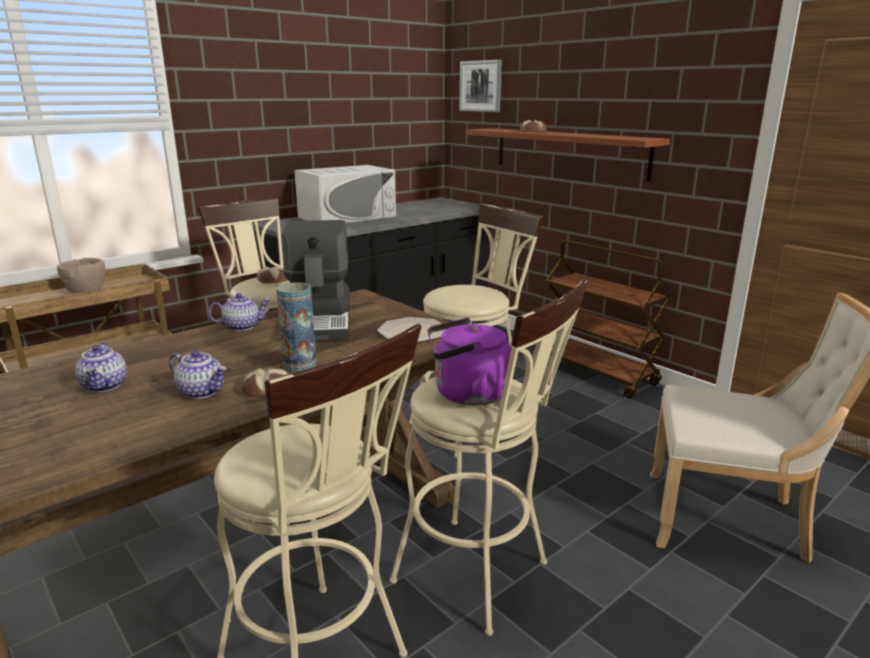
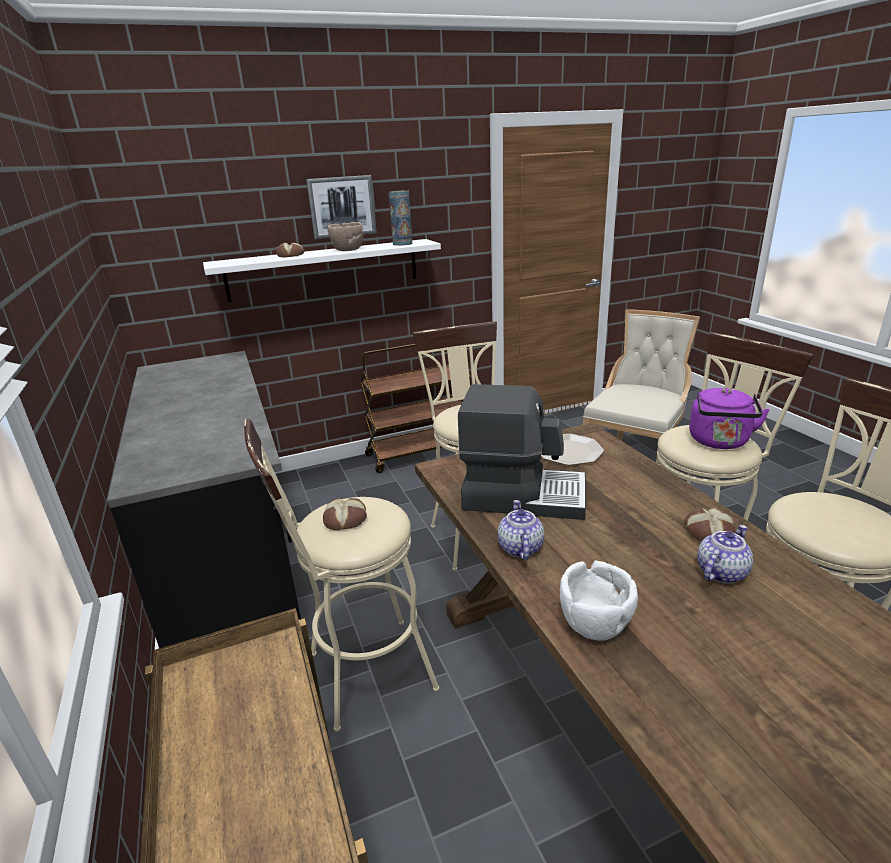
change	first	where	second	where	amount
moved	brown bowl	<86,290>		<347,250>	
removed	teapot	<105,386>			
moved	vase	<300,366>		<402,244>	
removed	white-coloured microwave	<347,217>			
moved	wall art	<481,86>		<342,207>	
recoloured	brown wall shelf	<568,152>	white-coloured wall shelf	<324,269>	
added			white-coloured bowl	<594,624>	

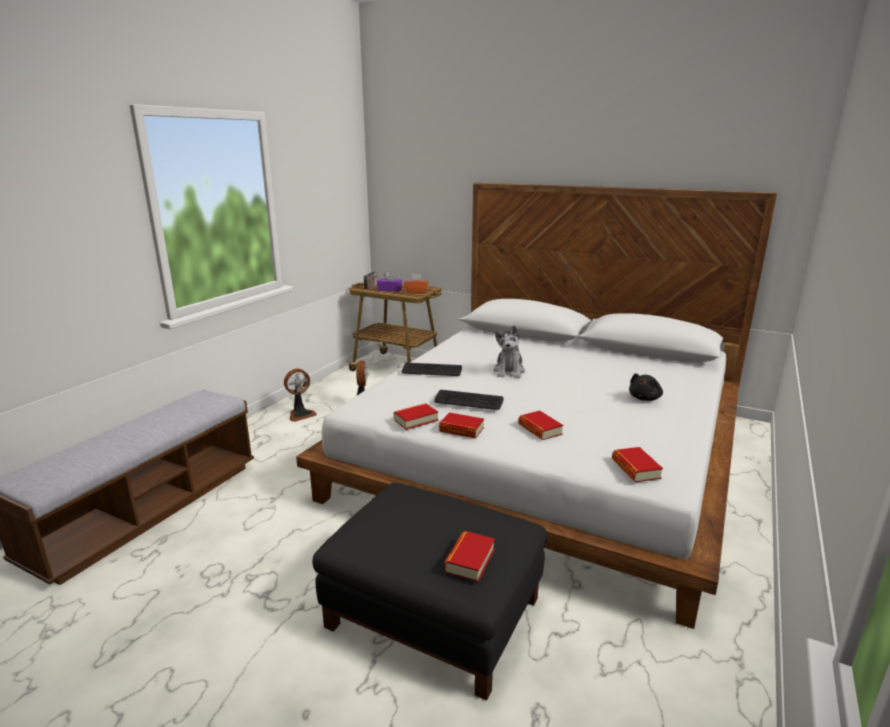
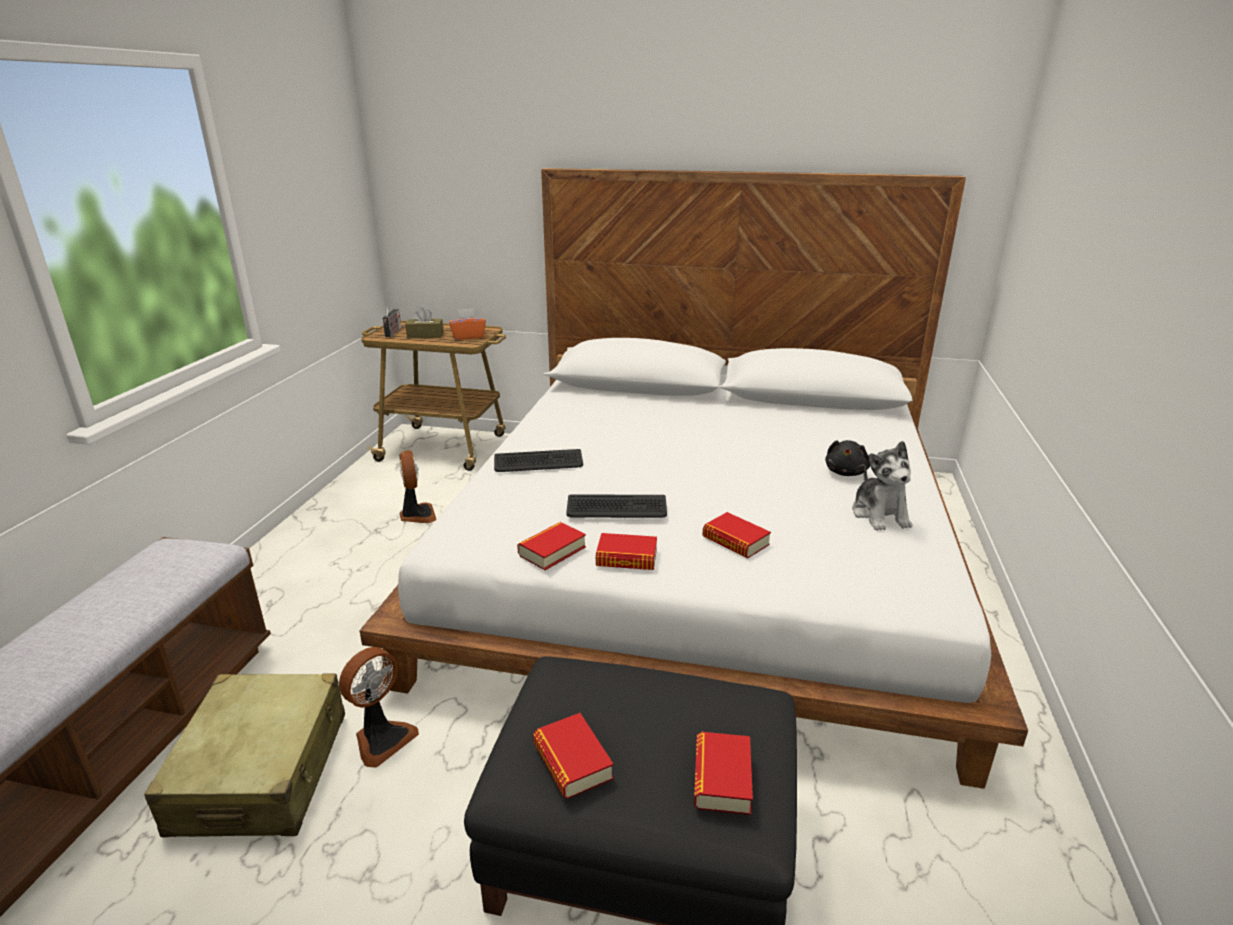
change	first	where	second	where	amount
moved	fan	<300,414>		<382,739>	
recoloured	purple box of tissues	<389,289>	brown box of tissues	<425,335>	
moved	soft toy	<509,371>		<880,514>	
moved	volume	<635,469>		<572,761>	
added			beige suitcase	<262,772>	

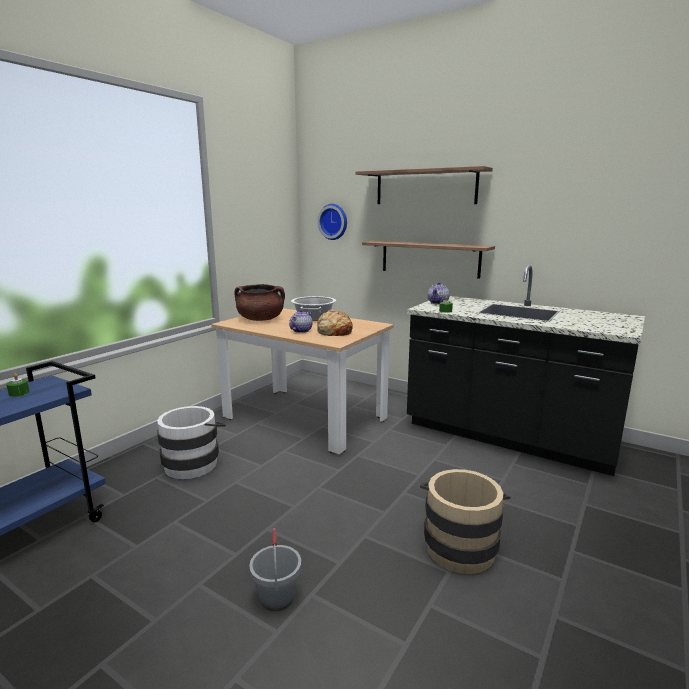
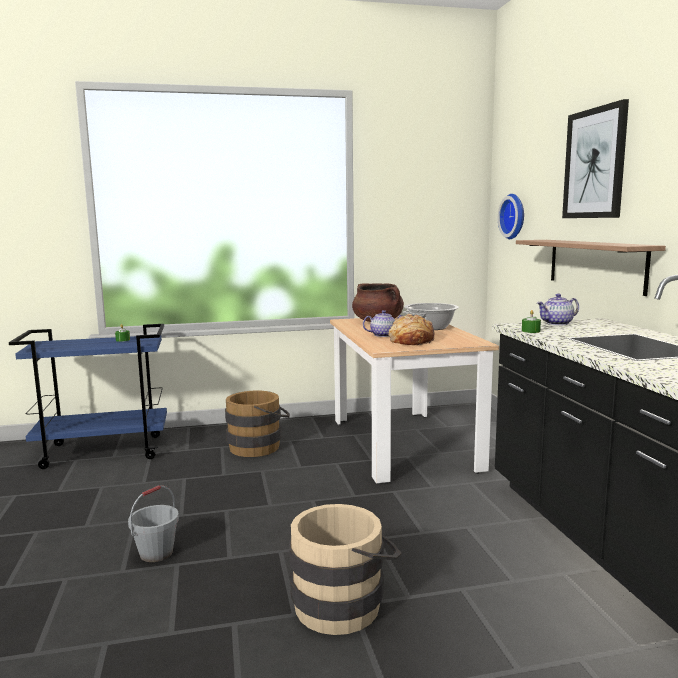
change	first	where	second	where	amount
recoloured	white-coloured bucket	<194,462>	brown bucket	<259,446>	
replaced	wall shelf	<425,187>	wall art	<595,163>	

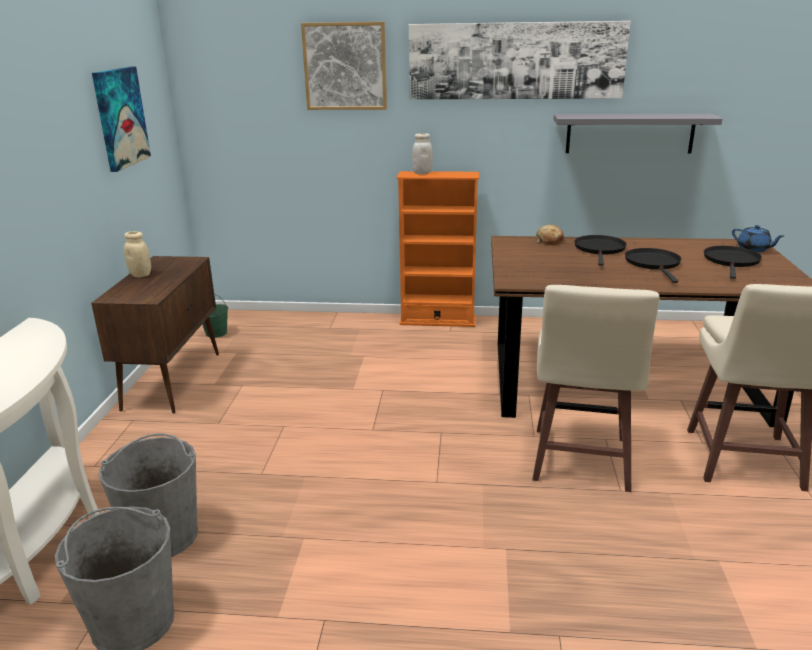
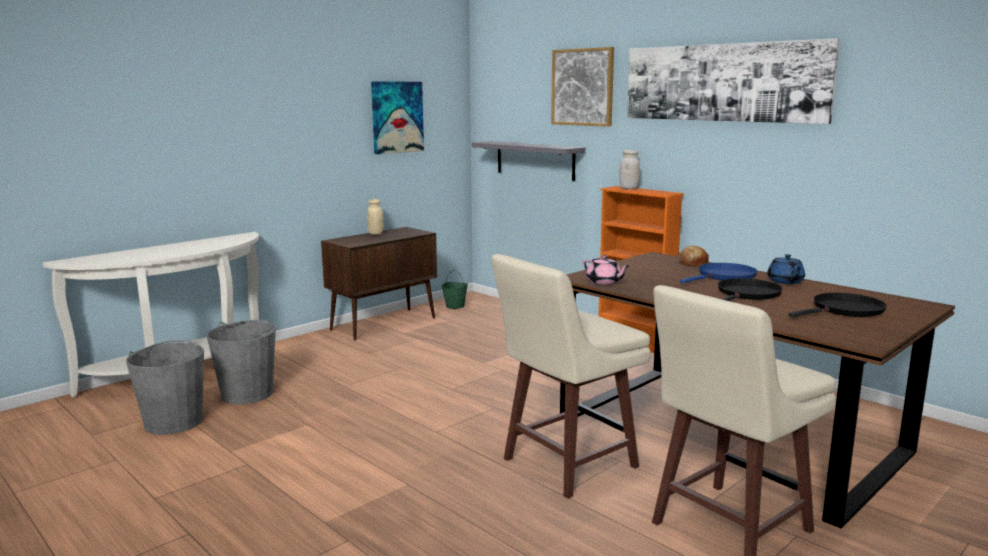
change	first	where	second	where	amount
moved	grey wall shelf	<629,133>		<535,160>	
recoloured	black frying pan	<600,249>	blue frying pan	<724,276>	
moved	blue teapot	<753,249>		<785,281>	
added			pink-coloured teapot	<604,282>	

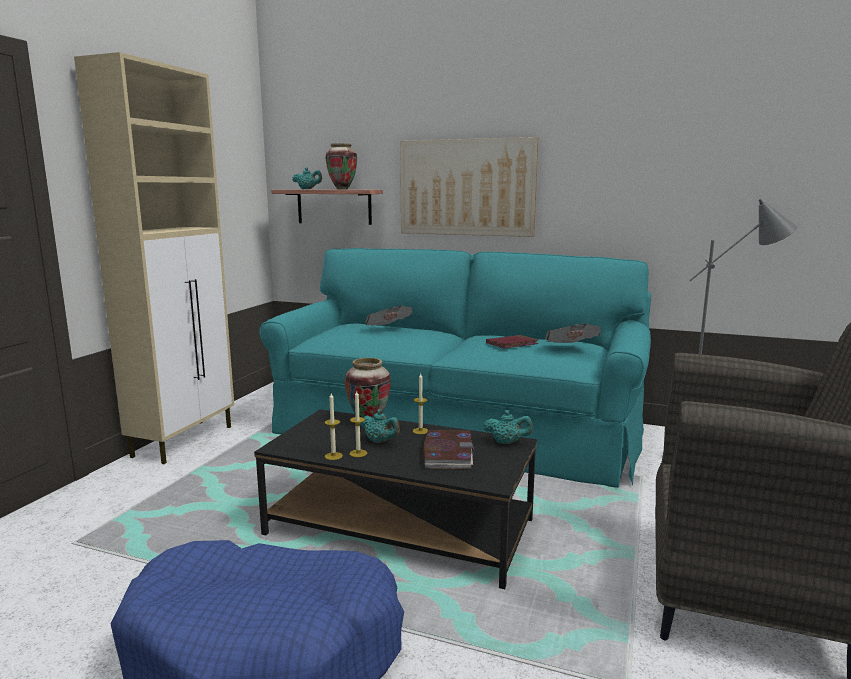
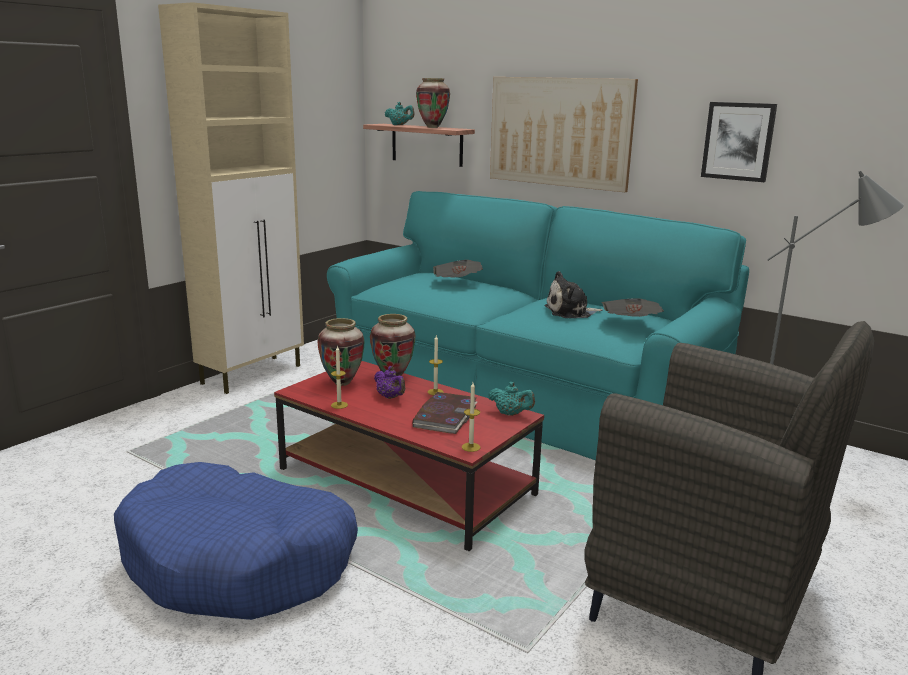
change	first	where	second	where	amount
recoloured	black lounge table	<400,527>	red lounge table	<406,481>	
moved	candle	<358,453>		<471,447>	
recoloured	turquoise-coloured teapot	<380,441>	purple teapot	<390,397>	
replaced	red volume	<512,344>	soft toy	<570,312>	
added			vase	<342,383>	
added			wall art	<738,141>	

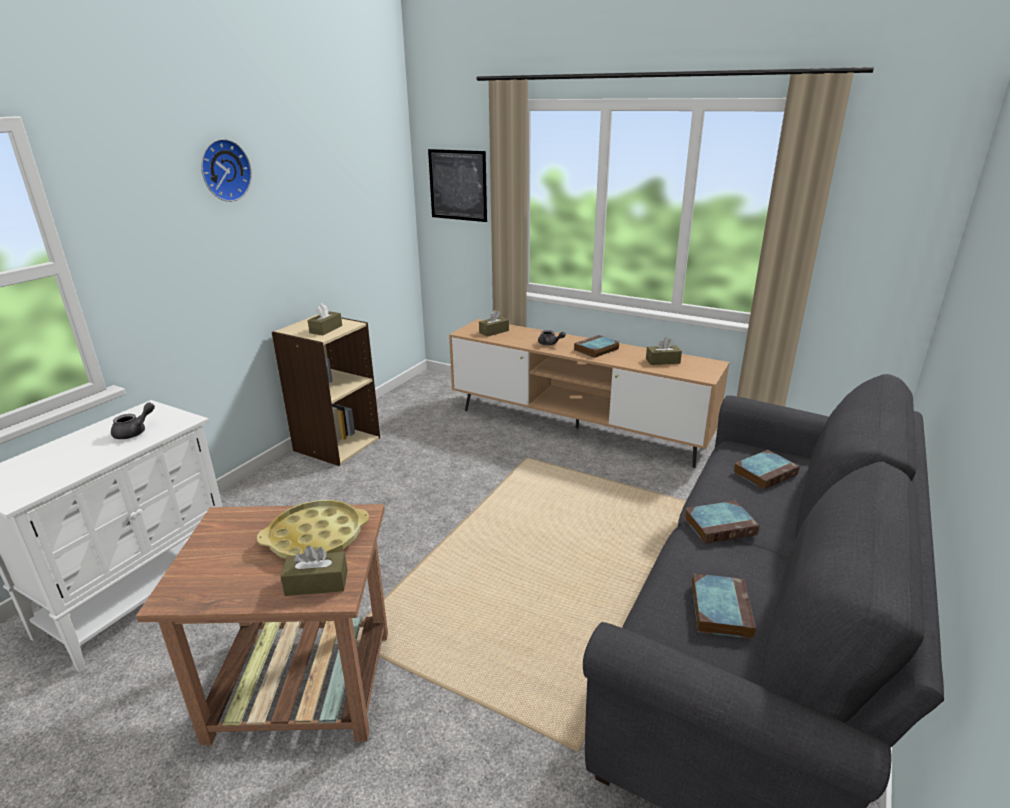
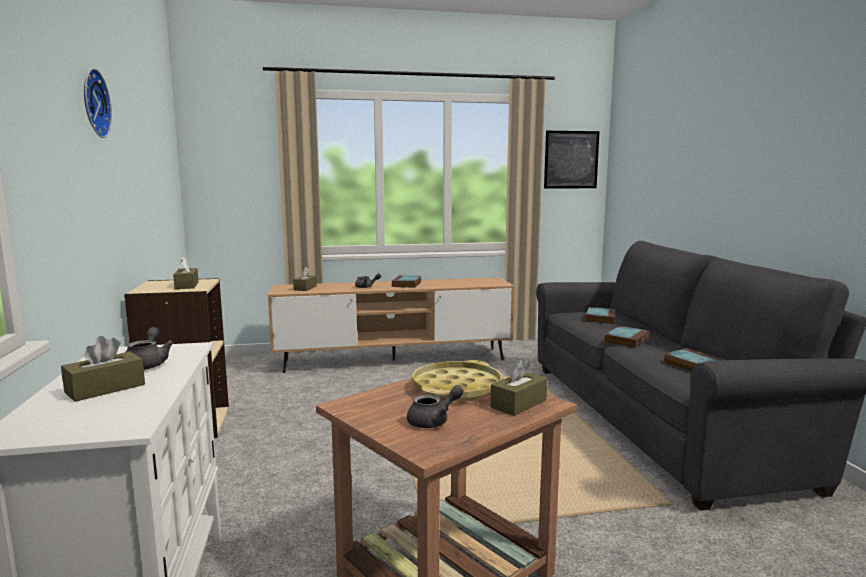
change	first	where	second	where	amount
moved	wall art	<458,185>		<571,159>	
moved	brown box of tissues	<662,361>		<105,388>	
added			grey teapot	<434,421>	

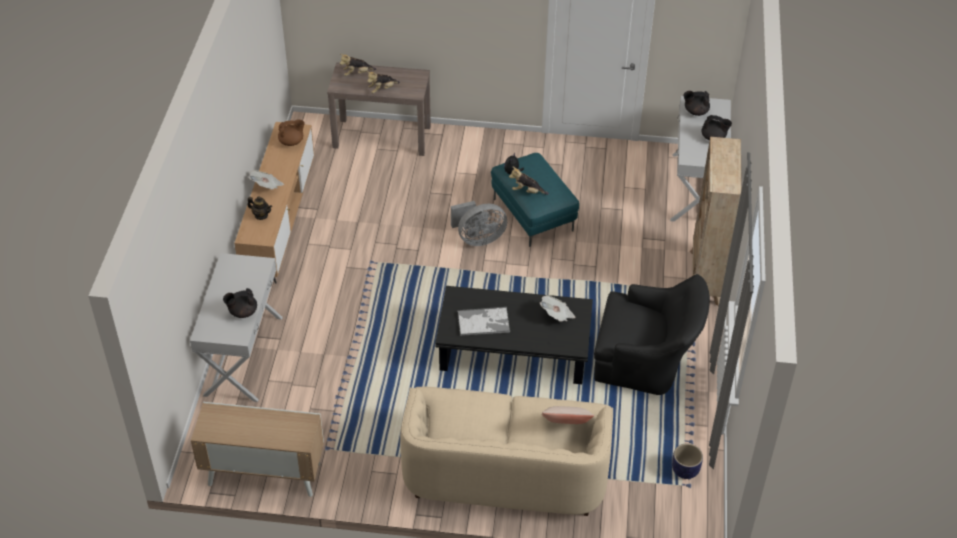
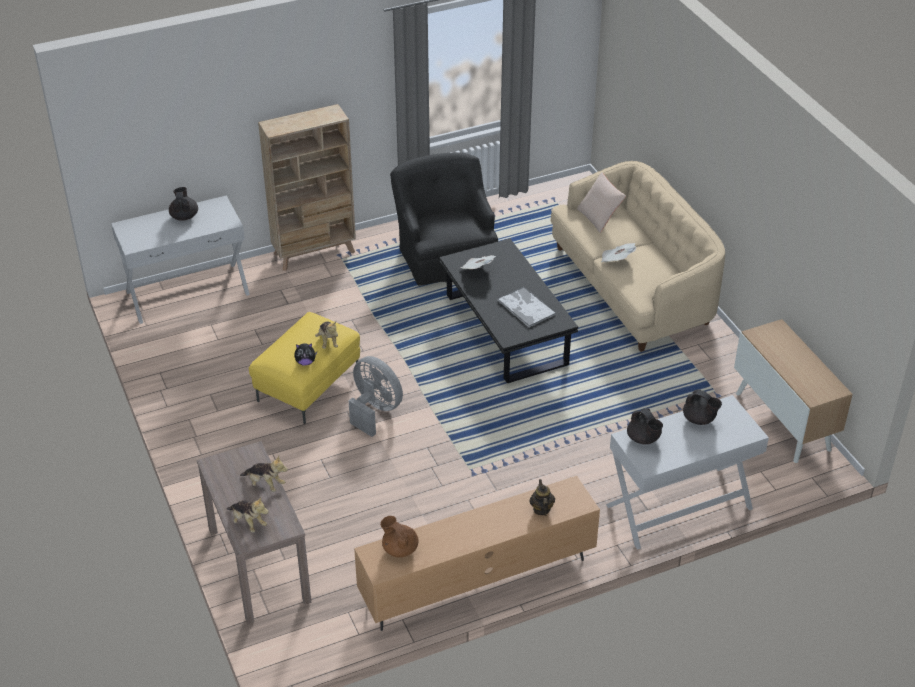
change	first	where	second	where	amount
moved	newspaper	<267,186>		<616,260>	
recoloured	turquoise-coloured pouffe	<534,215>	yellow-coloured pouffe	<308,385>	
removed	planter	<685,470>			
moved	black teapot	<695,111>		<643,438>	

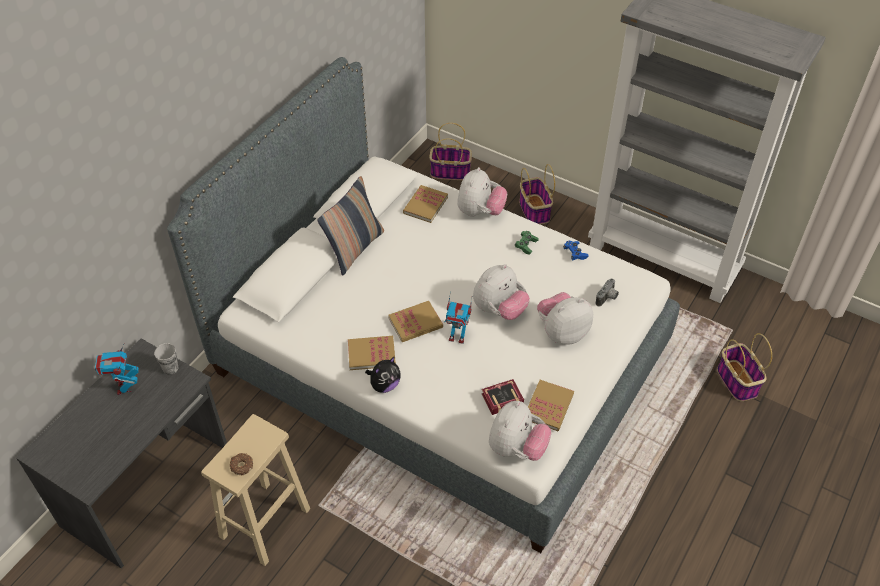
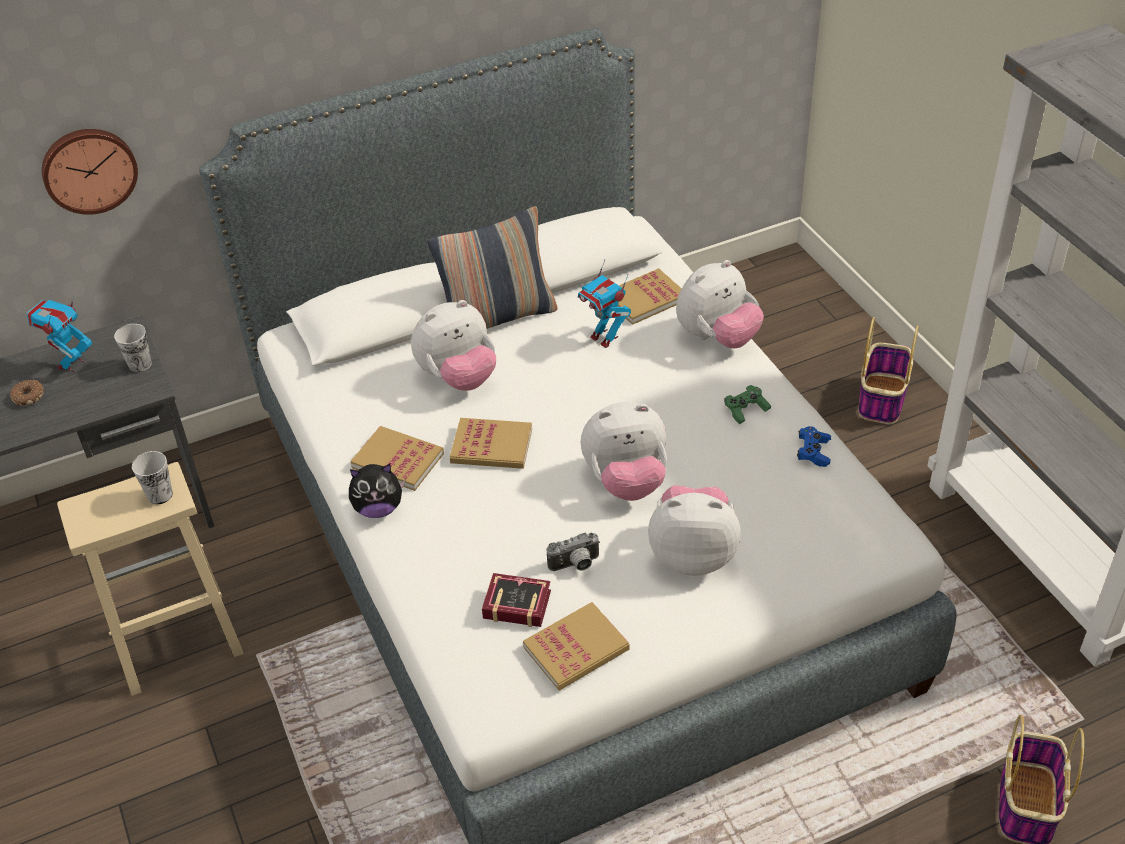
change	first	where	second	where	amount
moved	ring doughnut	<241,466>		<28,396>	
removed	storage basket	<451,172>			
moved	toy robot	<457,337>		<604,338>	
moved	soft toy	<516,448>		<458,377>	
moved	still camera	<607,298>		<576,565>	
added			clock on the wall	<89,169>	
added			cup	<160,495>	

